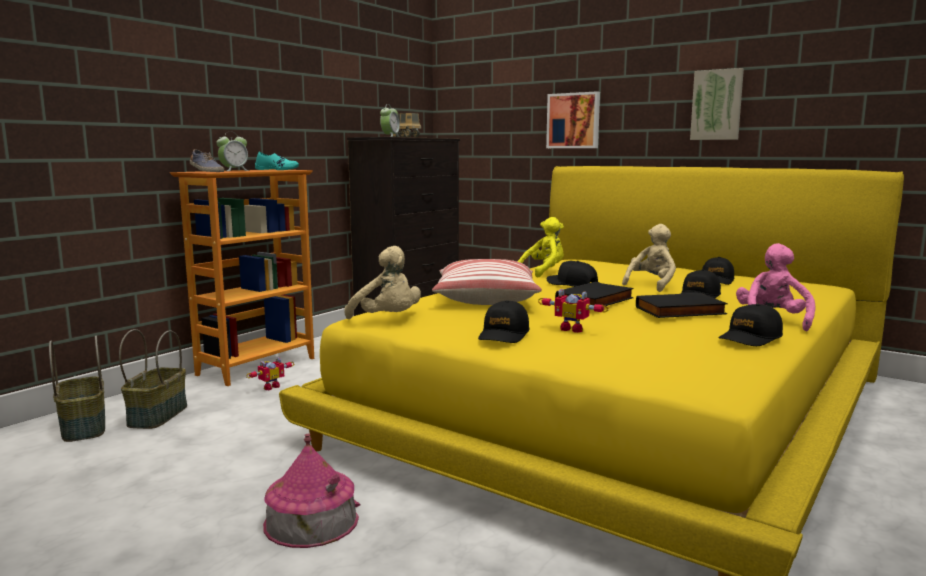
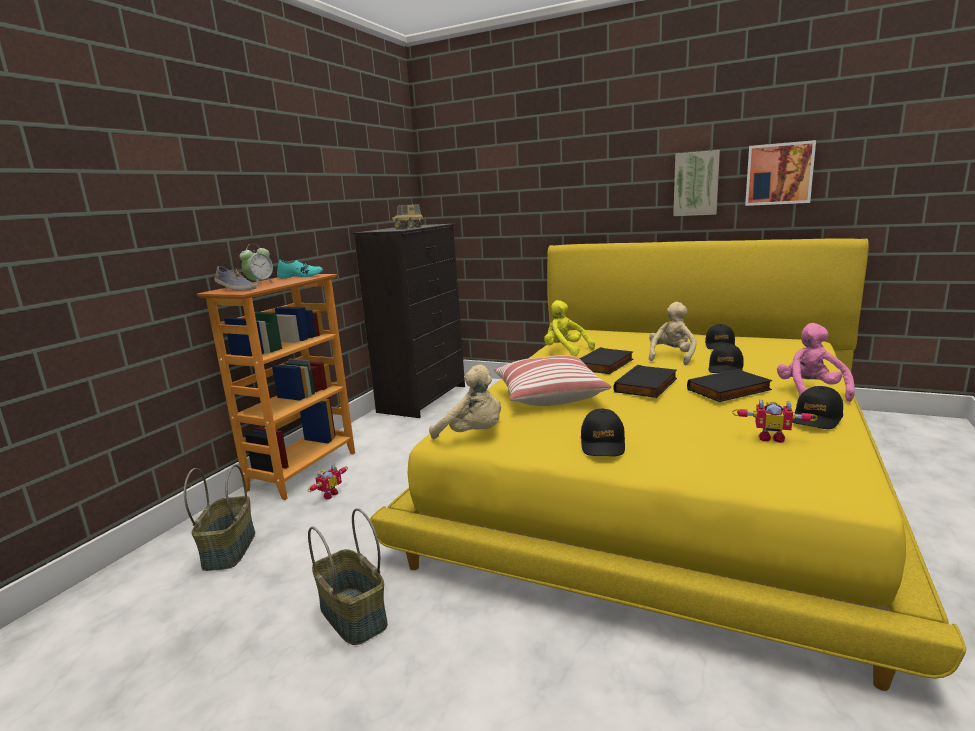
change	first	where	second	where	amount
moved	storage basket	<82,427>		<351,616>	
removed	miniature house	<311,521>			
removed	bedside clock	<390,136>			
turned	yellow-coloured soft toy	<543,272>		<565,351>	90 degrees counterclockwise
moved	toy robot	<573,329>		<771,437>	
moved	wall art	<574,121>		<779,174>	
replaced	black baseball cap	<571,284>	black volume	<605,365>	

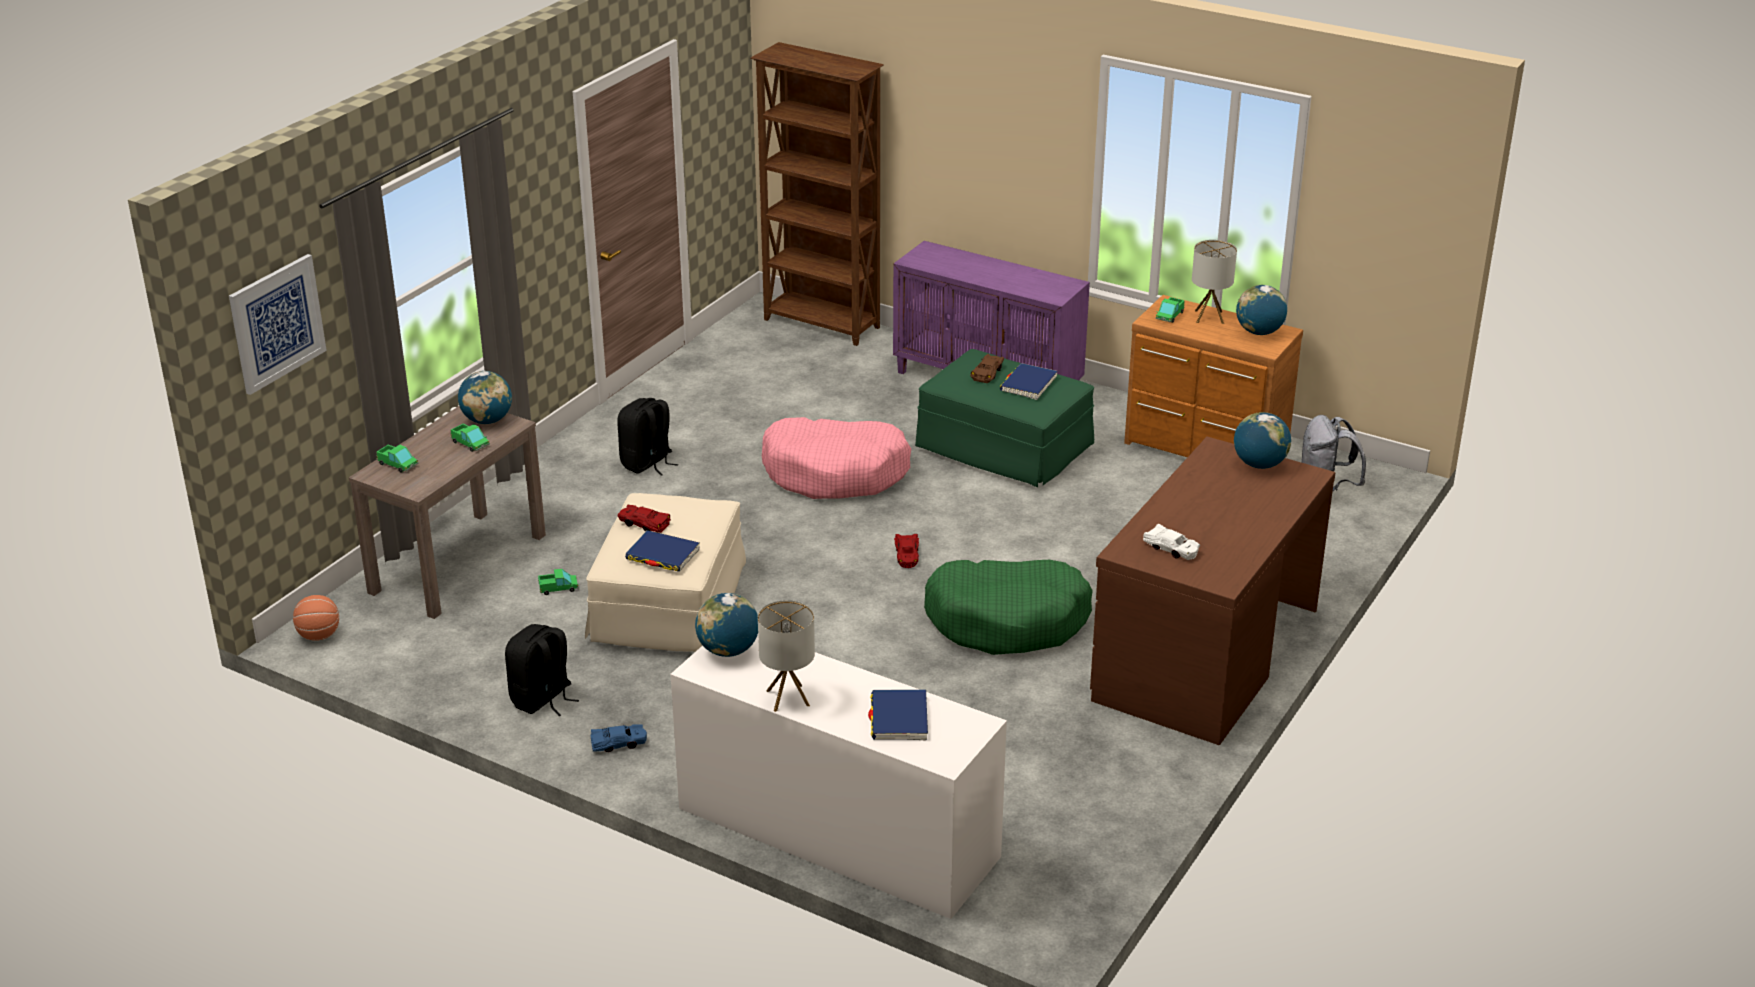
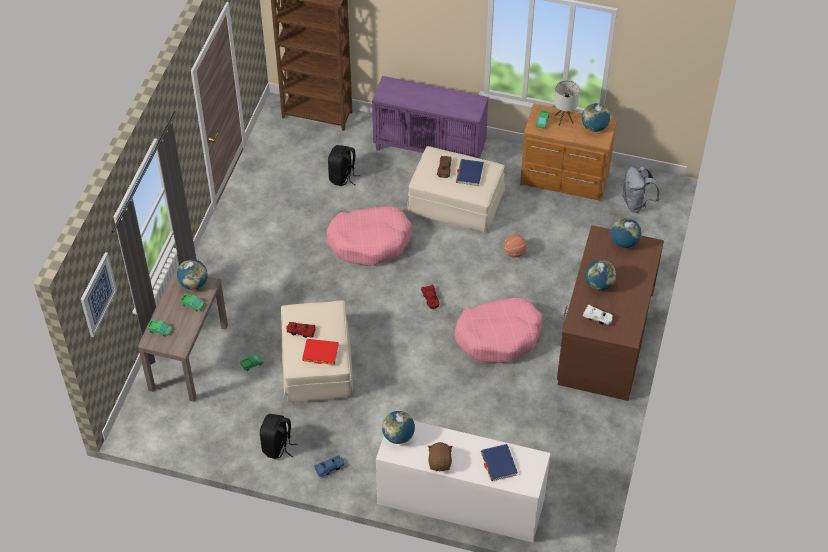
change	first	where	second	where	amount
moved	basketball	<318,635>		<514,253>	
moved	black backpack	<647,463>		<342,177>	
recoloured	blue volume	<662,555>	red volume	<320,353>	
replaced	table lamp	<787,698>	brown soft toy	<440,462>	
recoloured	green pouffe	<1004,448>	beige pouffe	<455,202>	
recoloured	green pet bed	<1008,620>	pink-coloured pet bed	<499,336>	
added			desk globe	<599,284>	

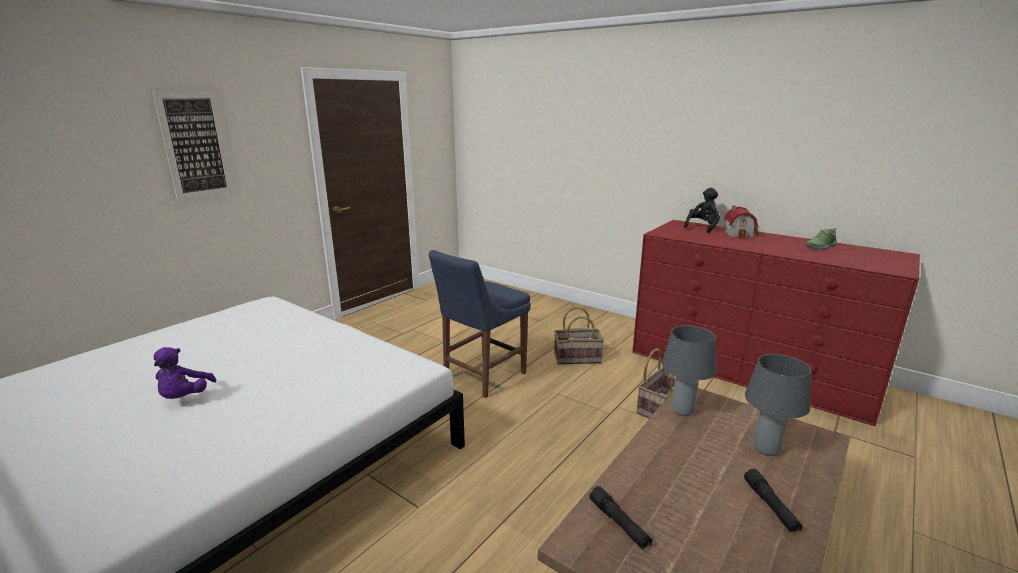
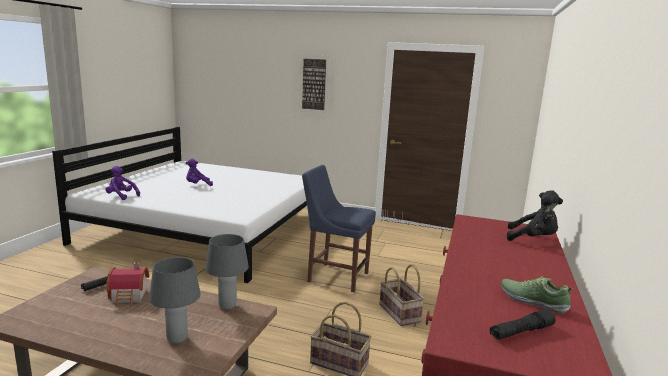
change	first	where	second	where	amount
moved	miniature house	<740,234>		<130,297>	
moved	black hand torch	<770,506>		<521,332>	
added			purple soft toy	<121,196>	

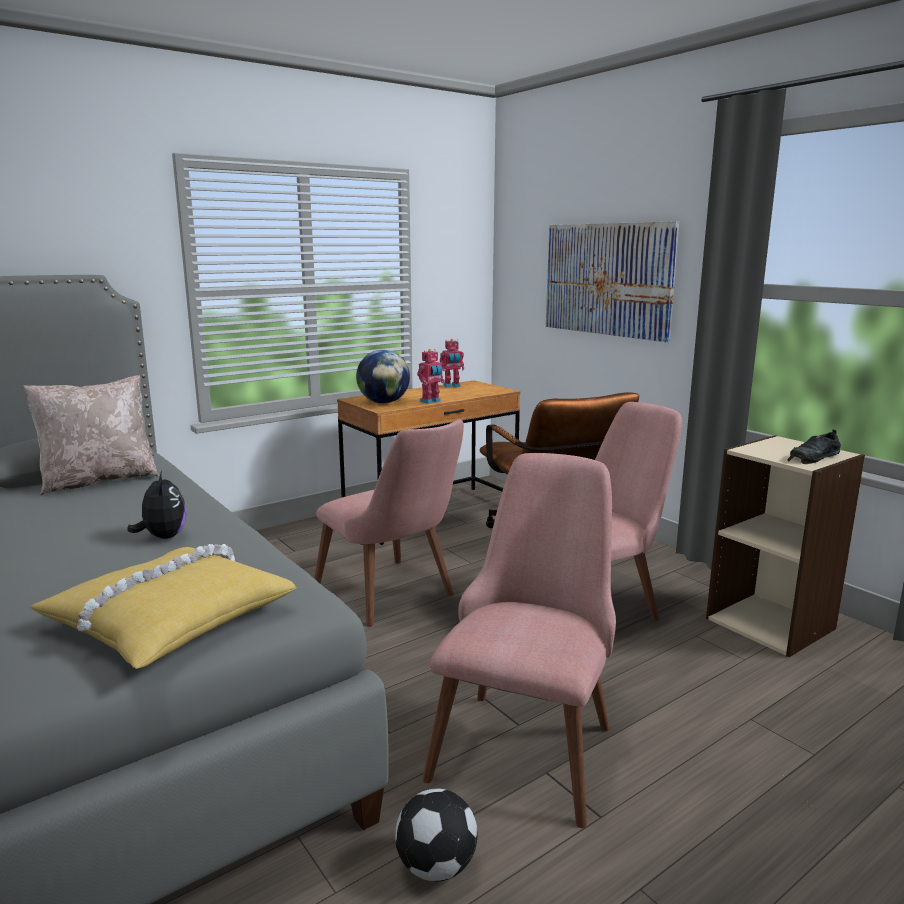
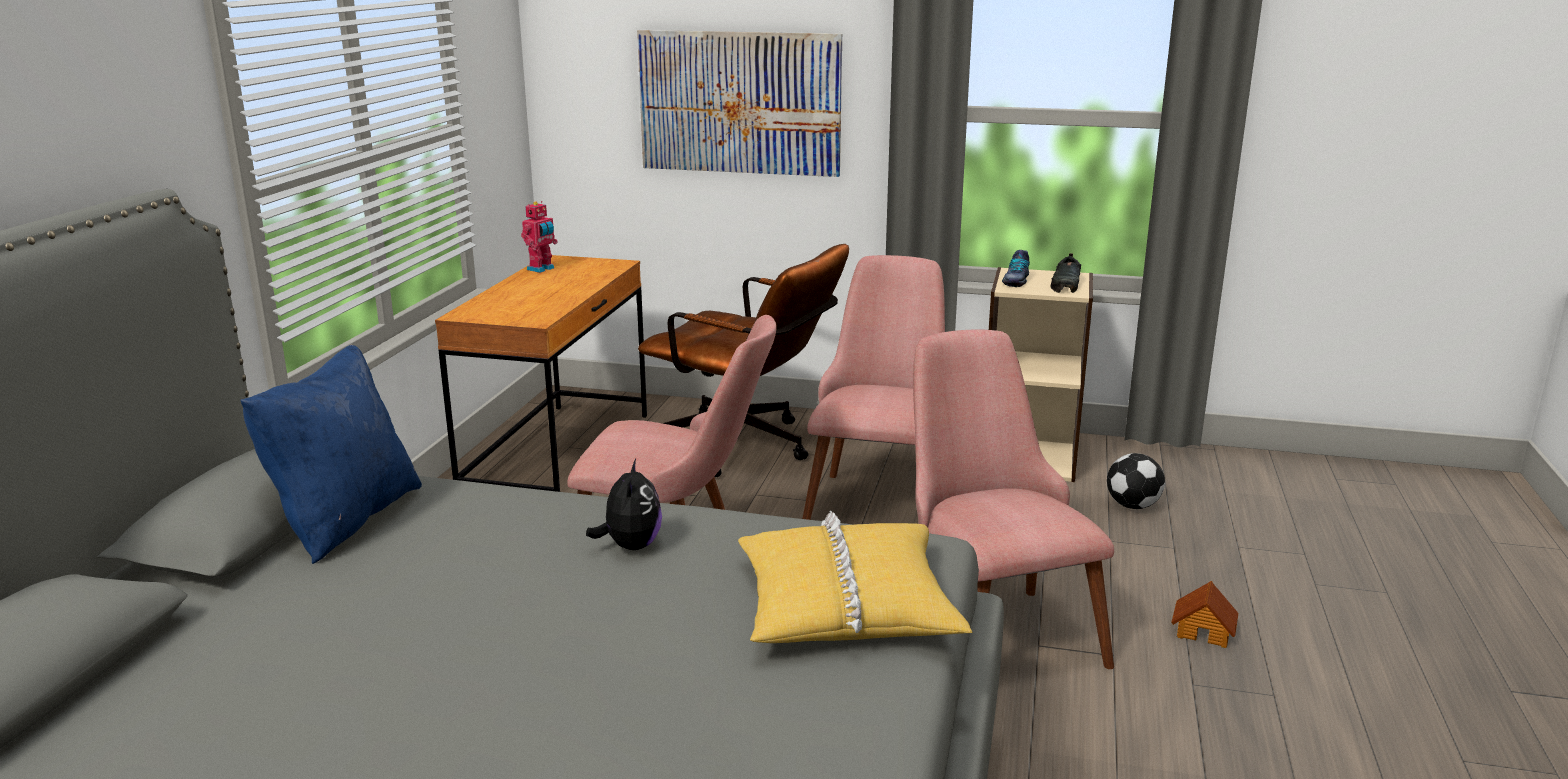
change	first	where	second	where	amount
recoloured	beige pillow	<99,480>	blue pillow	<344,519>	
turned	soft toy	<163,537>		<630,546>	60 degrees clockwise
removed	desk globe	<383,402>			
moved	ball for football	<437,865>		<1132,505>	
removed	toy robot	<431,401>			
added			item of footwear	<1015,280>	
added			miniature house	<1203,631>	

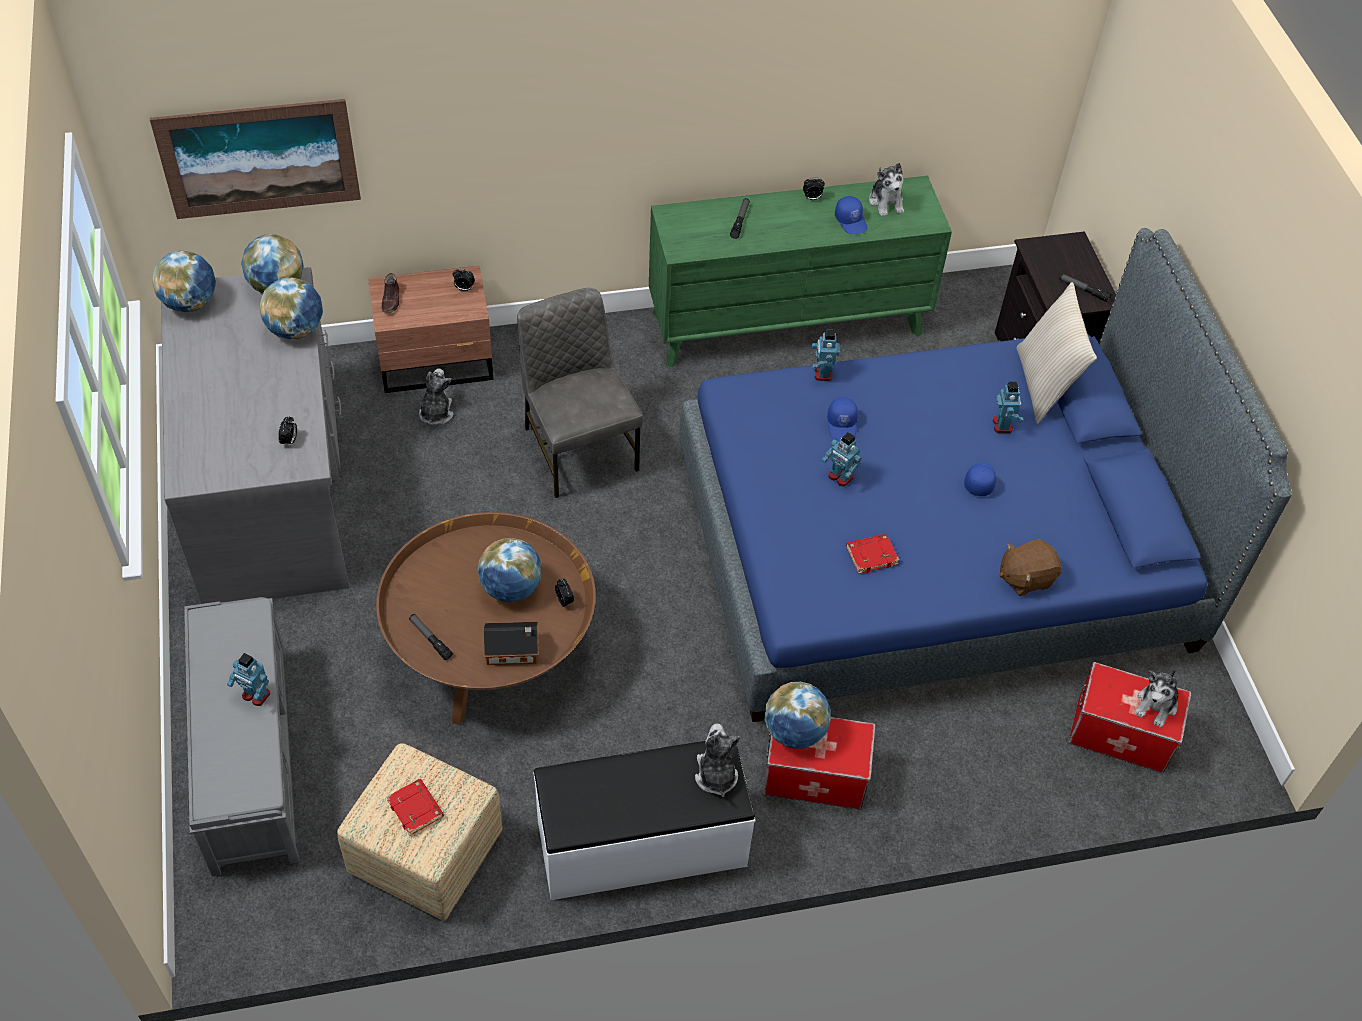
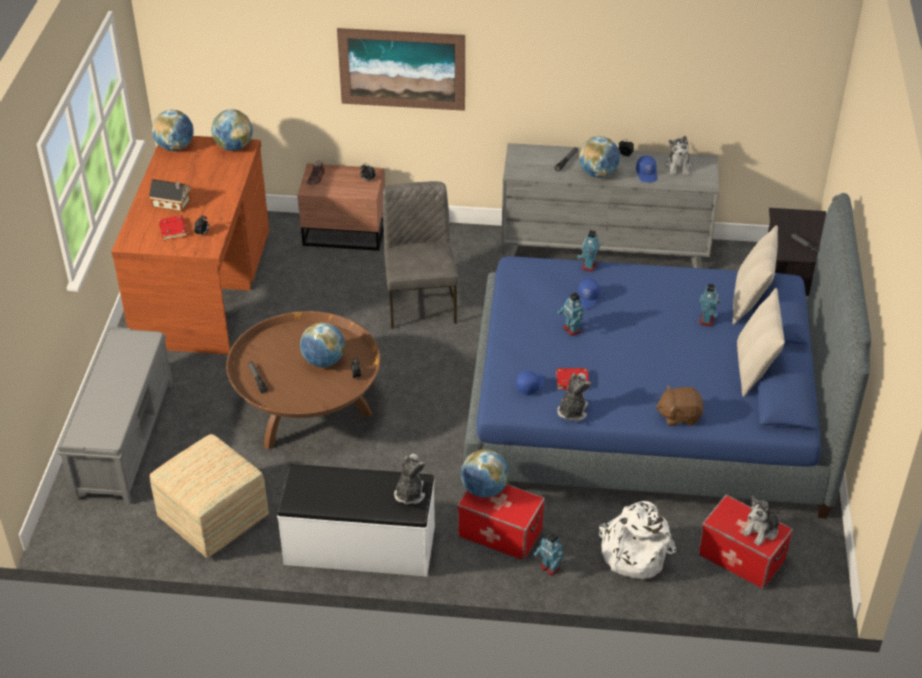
change	first	where	second	where	amount
moved	wall art	<259,158>		<402,69>	
recoloured	grey desk	<272,490>	brown desk	<204,288>	
moved	toy robot	<255,695>		<549,568>	
moved	desk globe	<296,330>		<598,174>	
moved	red volume	<416,809>		<174,230>	
moved	soft toy	<436,413>		<572,411>	
moved	miniature house	<514,651>		<172,203>	
recoloured	green dresser	<788,322>	grey dresser	<604,252>	
moved	blue baseball cap	<979,481>		<530,385>	
added			white-coloured backpack	<633,553>	
added			beige pillow	<754,369>	

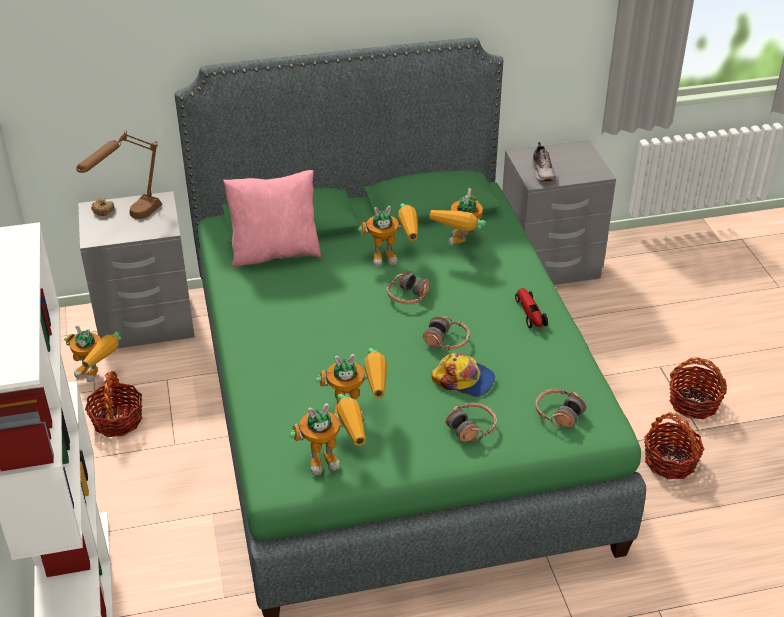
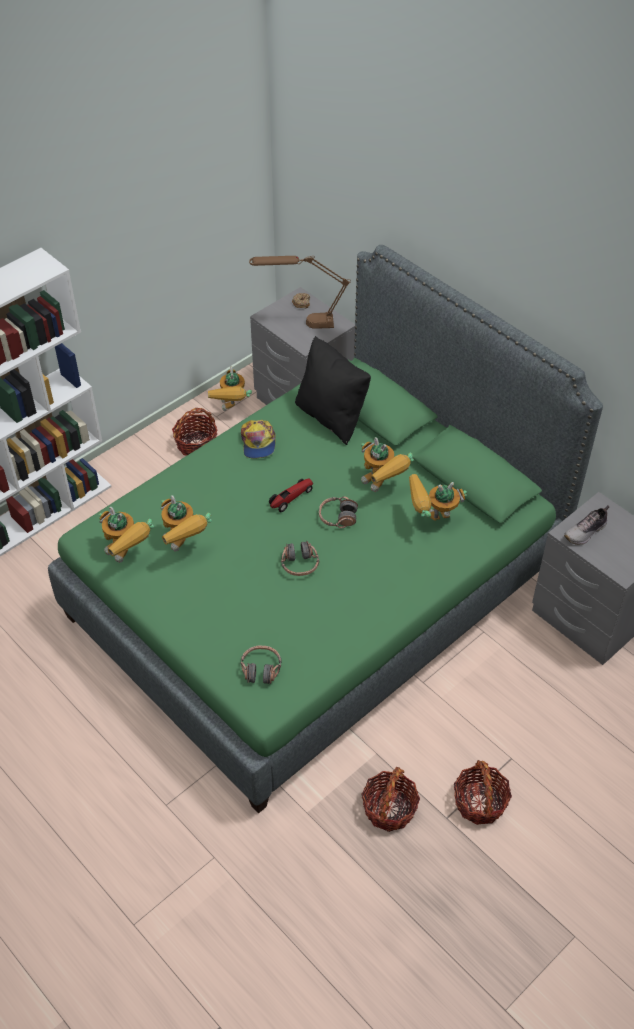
change	first	where	second	where	amount
recoloured	pink-coloured pillow	<275,252>	black pillow	<331,417>	
moved	baseball cap	<464,379>		<258,442>	
removed	pair of headphones	<471,428>			
moved	miniature car	<530,314>		<291,498>	

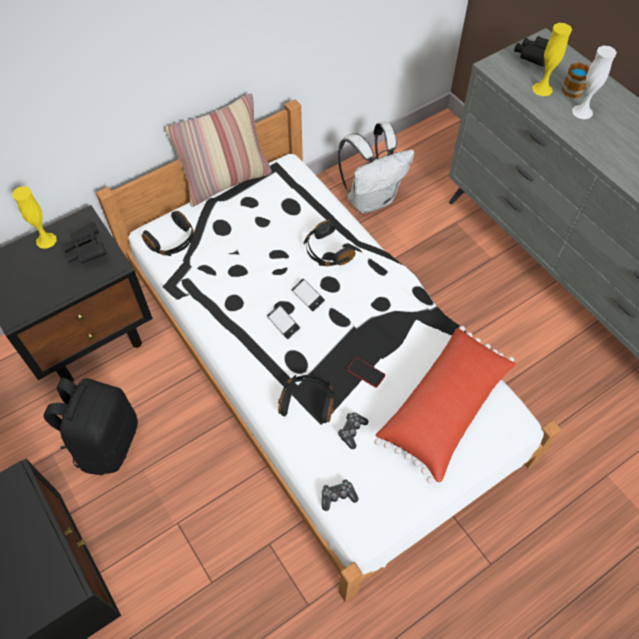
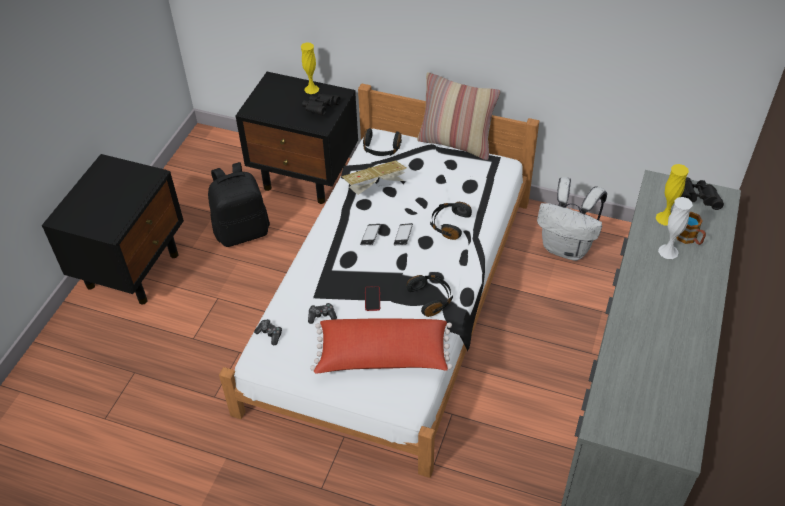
change	first	where	second	where	amount
moved	black pair of headphones	<308,402>		<431,298>	
added			volume	<375,186>	

